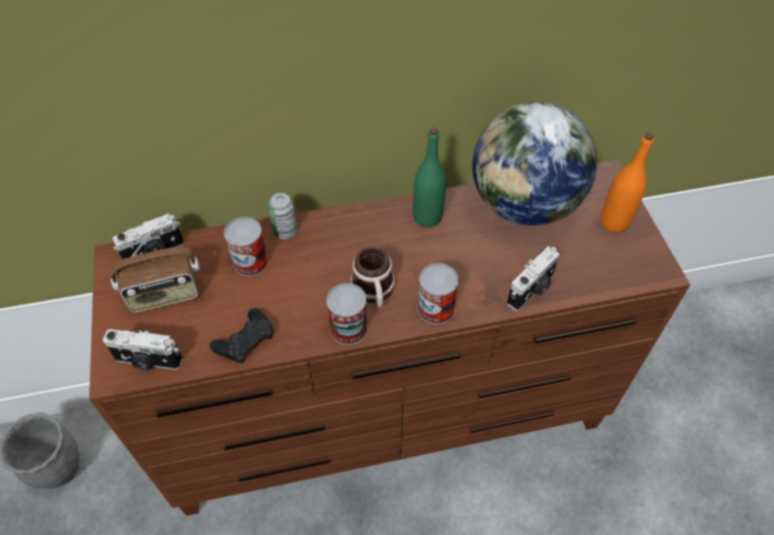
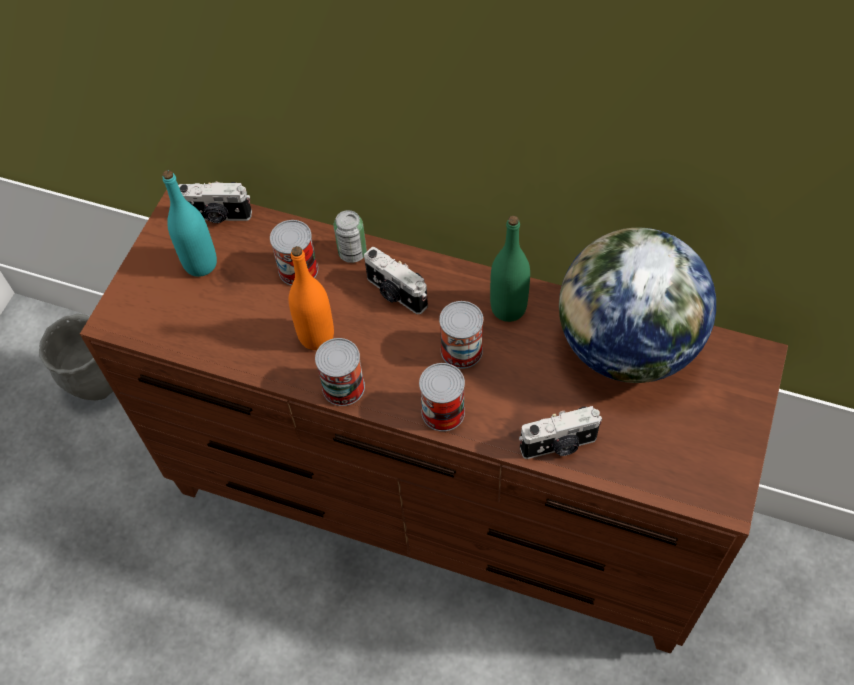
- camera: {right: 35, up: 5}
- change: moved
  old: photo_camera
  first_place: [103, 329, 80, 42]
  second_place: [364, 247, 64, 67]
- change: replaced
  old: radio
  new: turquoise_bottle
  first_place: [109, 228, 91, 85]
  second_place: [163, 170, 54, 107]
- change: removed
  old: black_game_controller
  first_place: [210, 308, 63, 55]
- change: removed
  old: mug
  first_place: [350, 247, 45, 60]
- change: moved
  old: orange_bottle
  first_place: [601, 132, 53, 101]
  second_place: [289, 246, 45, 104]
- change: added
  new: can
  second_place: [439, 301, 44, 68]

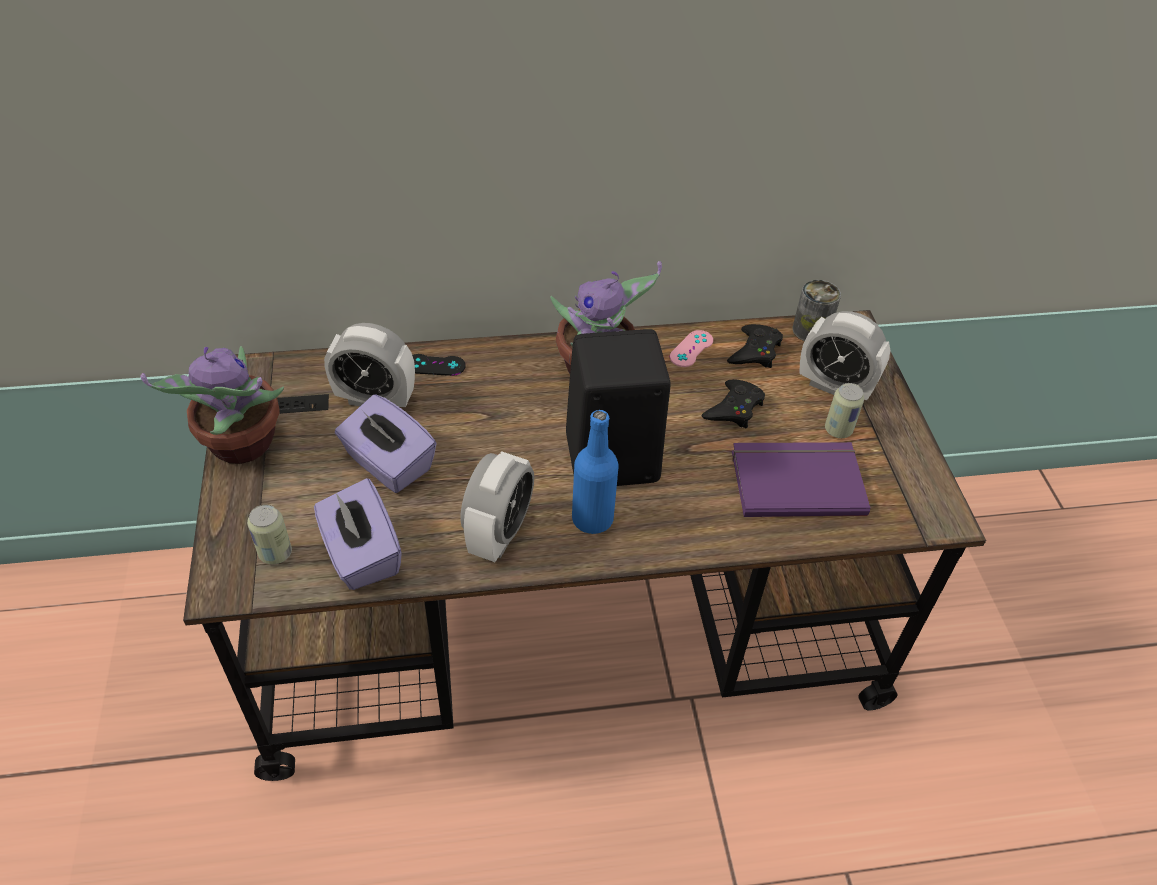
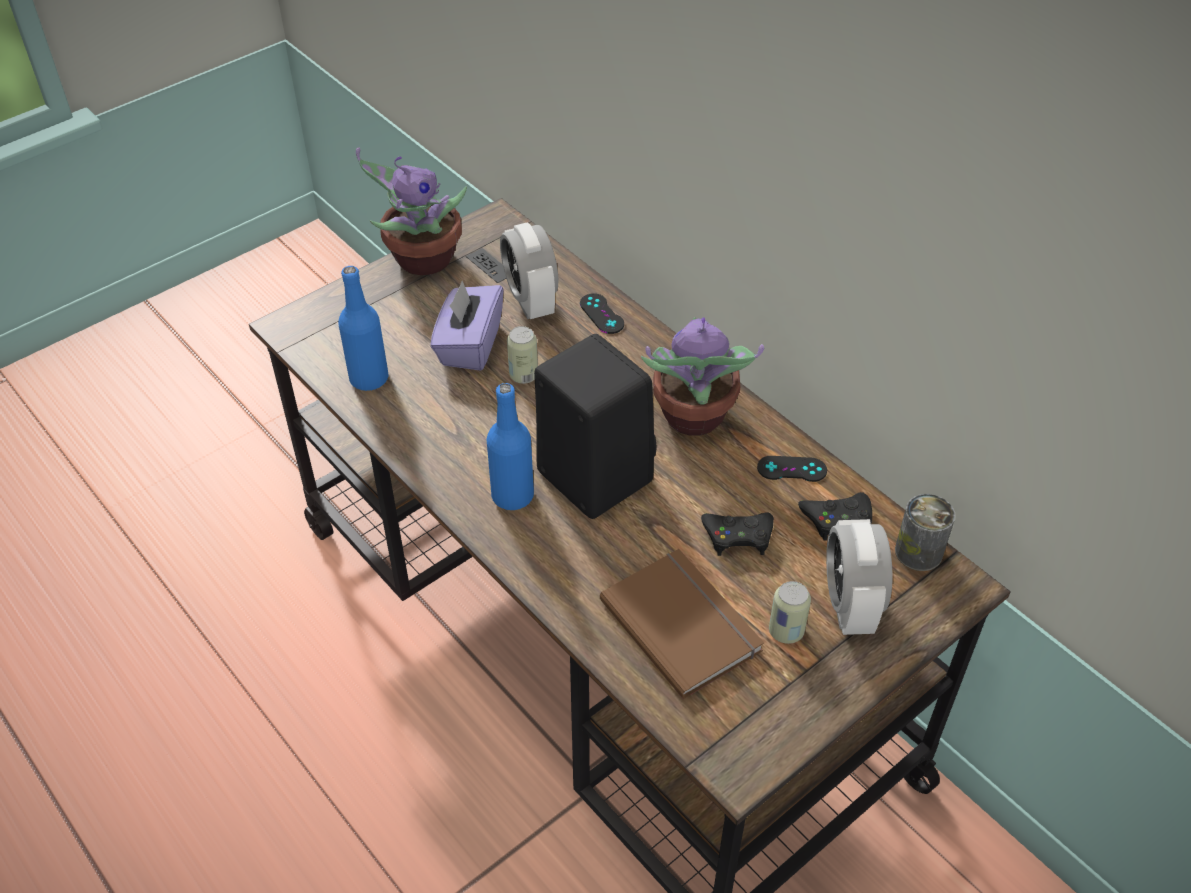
- camera: {right: 60, up: 0}
- change: moved
  old: can
  first_place: [247, 505, 45, 60]
  second_place: [507, 326, 31, 58]
- change: replaced
  old: purple_tissue_box
  new: blue_bottle
  first_place: [314, 478, 88, 112]
  second_place: [338, 266, 50, 125]
- change: removed
  old: alarm_clock
  first_place: [461, 451, 73, 111]
- change: recoloured
  old: pink_game_controller
  new: black_game_controller
  first_place: [670, 330, 43, 37]
  second_place: [757, 456, 70, 26]
- change: recoloured
  old: purple_book
  new: brown_book
  first_place: [732, 442, 138, 75]
  second_place: [600, 549, 164, 150]

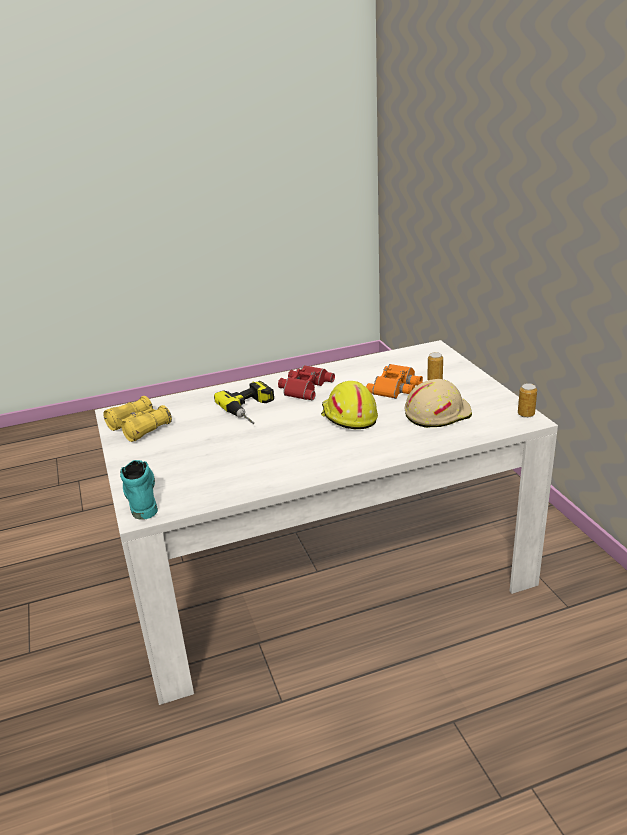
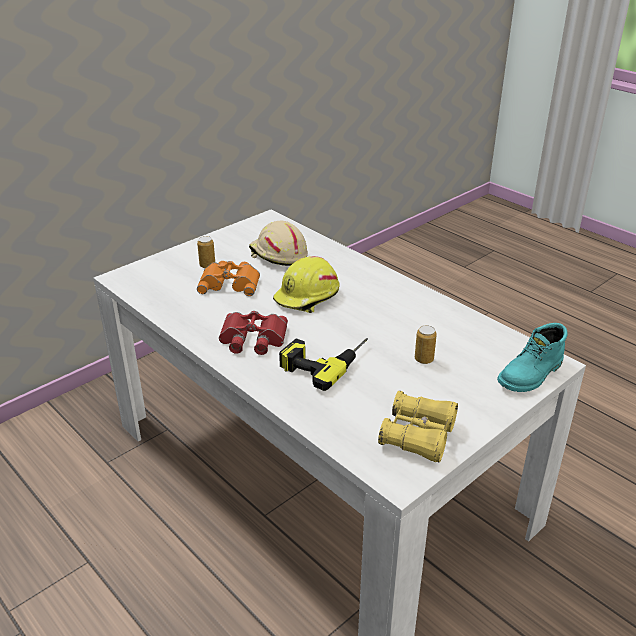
- camera: {right: -115, up: 5}
- change: moved
  old: can
  first_place: [518, 383, 19, 35]
  second_place: [415, 325, 22, 39]

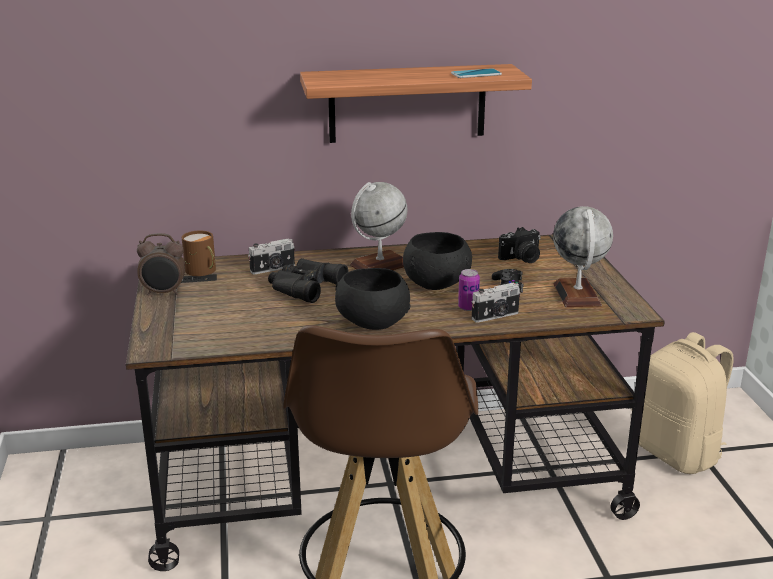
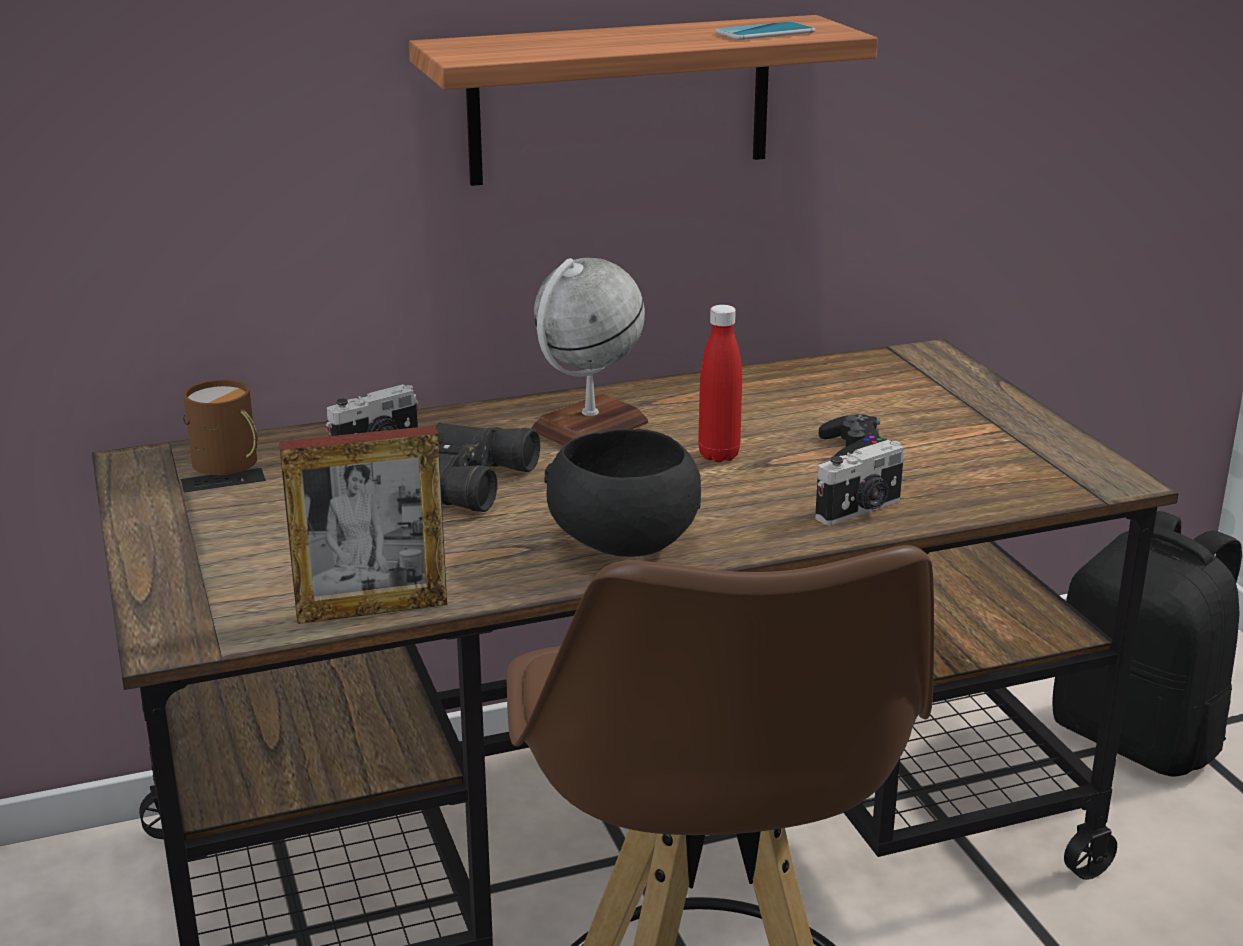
- camera: {right: -10, up: 0}
- change: removed
  old: alarm_clock
  first_place: [137, 233, 48, 63]
- change: replaced
  old: black_bowl
  new: red_bottle
  first_place: [403, 232, 69, 58]
  second_place: [698, 305, 44, 157]
- change: removed
  old: can
  first_place: [458, 269, 22, 42]
- change: removed
  old: photo_camera
  first_place: [498, 227, 43, 36]
- change: removed
  old: globe
  first_place: [553, 206, 60, 101]
- change: recoloured
  old: beige_backpack
  new: black_backpack
  first_place: [639, 332, 95, 142]
  second_place: [1052, 511, 190, 265]
- change: added
  new: picture_frame
  second_place: [279, 426, 168, 198]

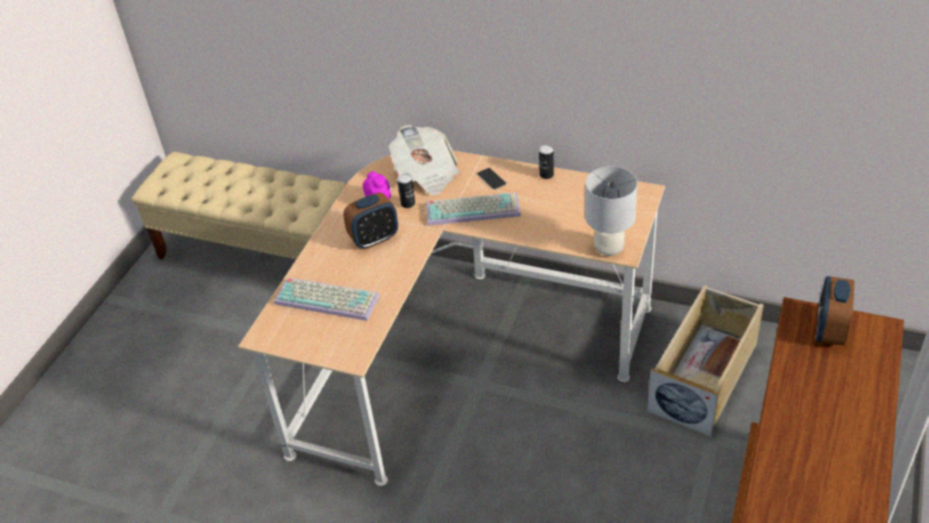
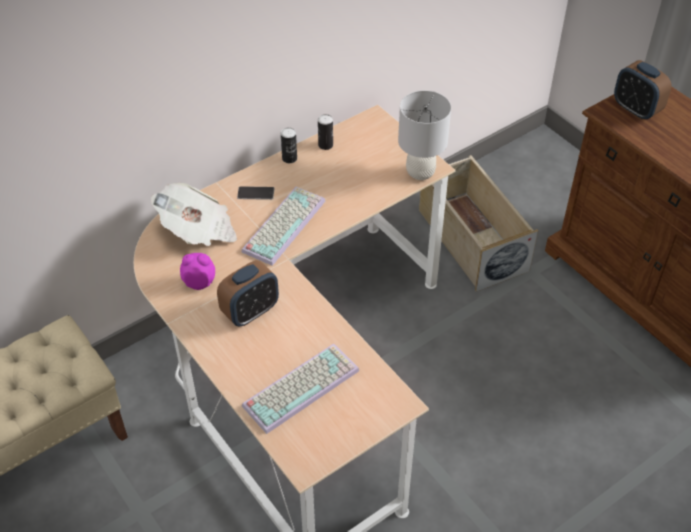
- camera: {right: -60, up: 5}
- change: turned
  old: alarm_clock
  first_place: [343, 193, 55, 56]
  second_place: [217, 260, 62, 67]
  degrees: 45
- change: moved
  old: can
  first_place: [397, 174, 18, 34]
  second_place: [318, 114, 15, 36]

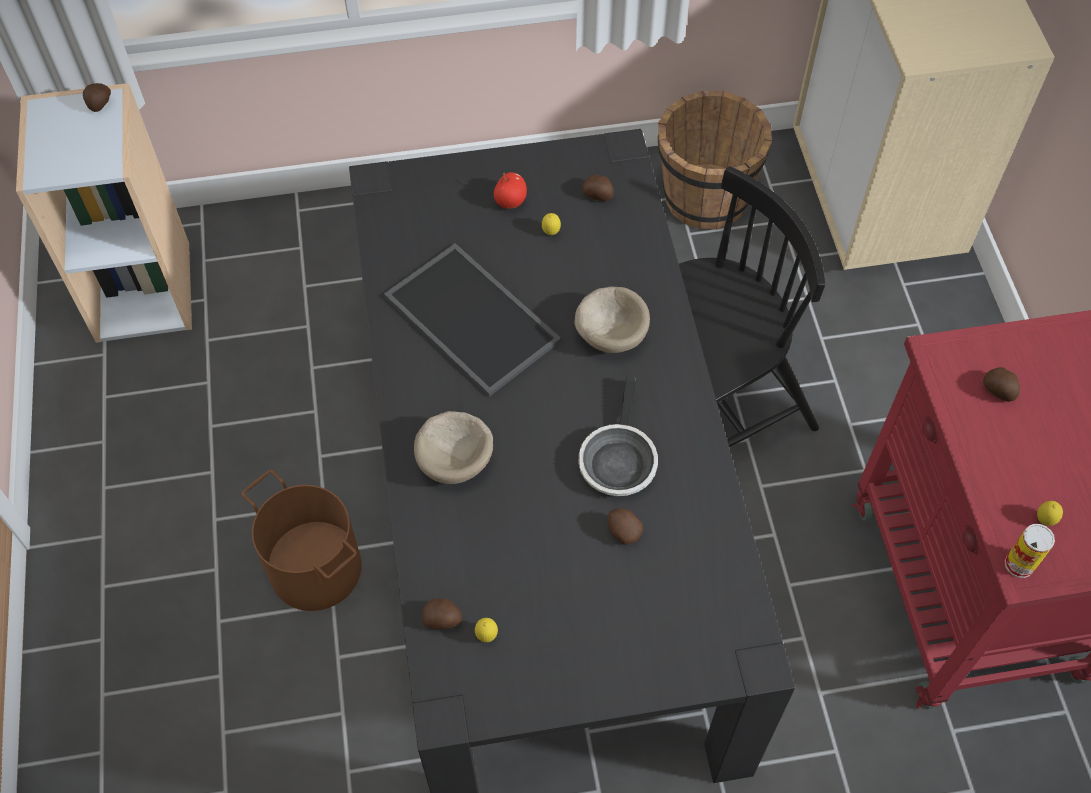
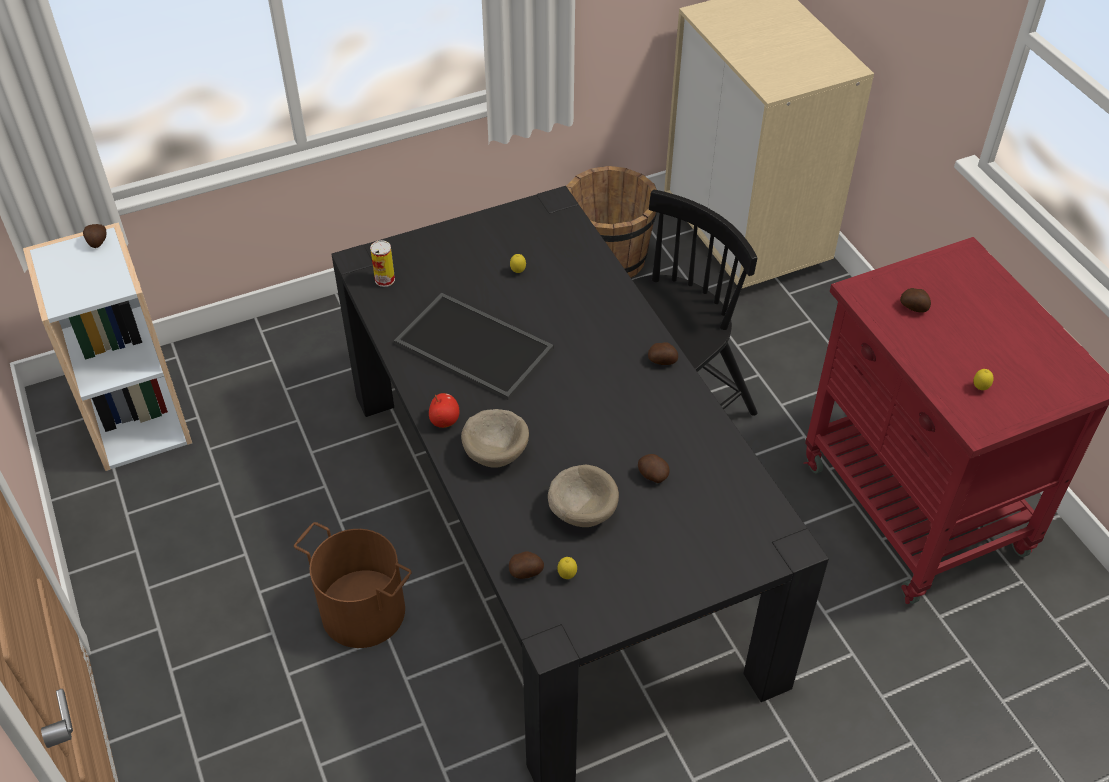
- camera: {right: -15, up: -10}
- change: moved
  old: apple
  first_place: [494, 172, 33, 37]
  second_place: [429, 393, 31, 35]
- change: moved
  old: beige_bowl
  first_place: [575, 287, 75, 66]
  second_place: [548, 465, 71, 62]
- change: removed
  old: frying_pan
  first_place: [578, 376, 80, 120]
- change: moved
  old: potato
  first_place: [582, 175, 32, 26]
  second_place: [648, 342, 30, 23]
- change: moved
  old: can
  first_place: [1005, 524, 50, 54]
  second_place: [370, 240, 25, 47]

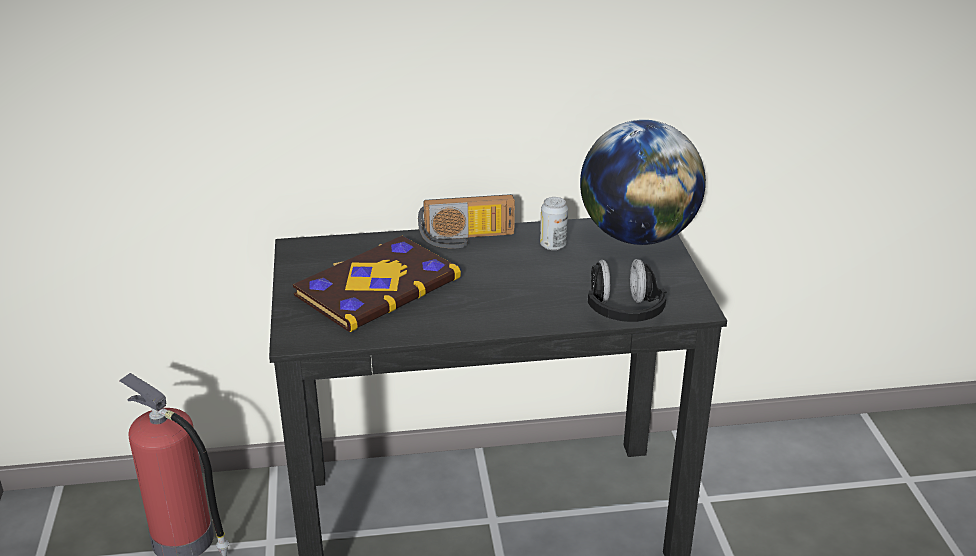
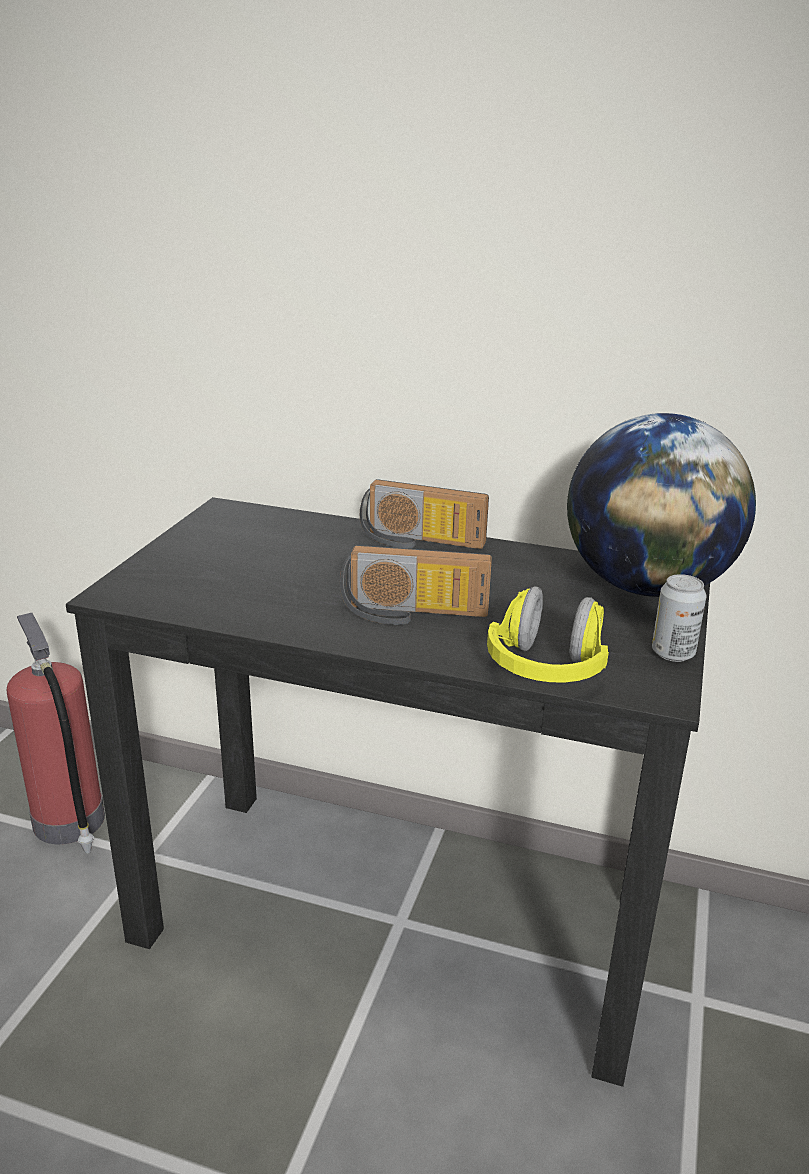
- camera: {right: 25, up: -5}
- change: removed
  old: book
  first_place: [293, 236, 168, 96]
- change: moved
  old: can
  first_place: [540, 197, 28, 53]
  second_place: [652, 574, 55, 88]
- change: recoloured
  old: black_headphones
  new: yellow_headphones
  first_place: [588, 259, 79, 63]
  second_place: [487, 586, 122, 96]
- change: added
  new: radio
  second_place: [340, 545, 152, 80]

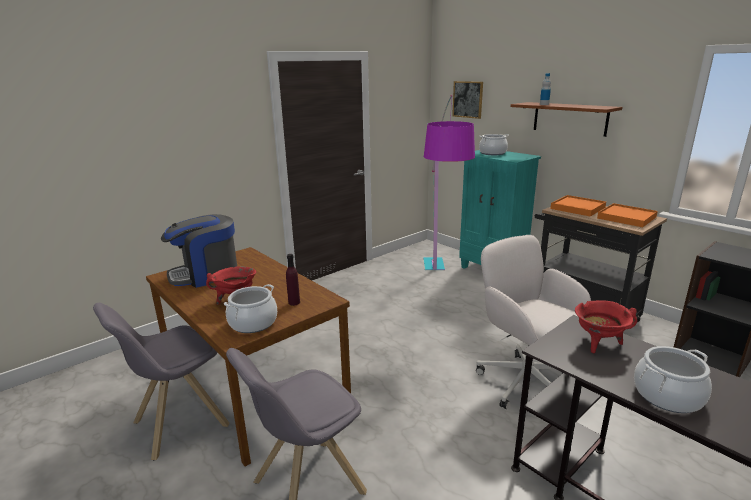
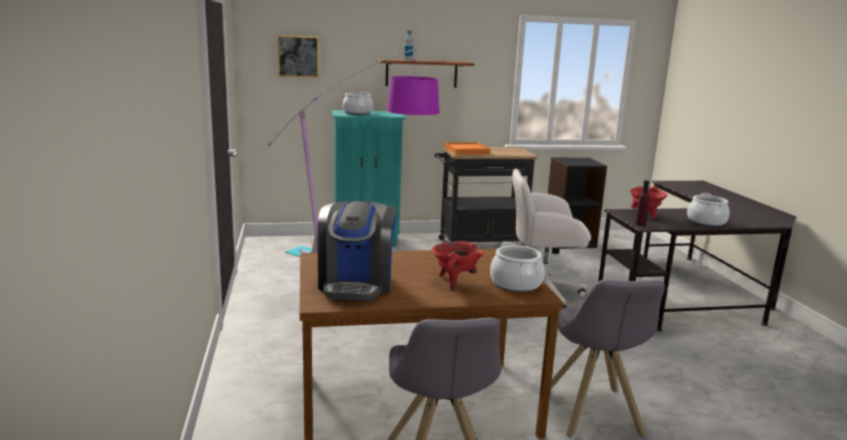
- camera: {right: -60, up: -5}
- change: moved
  old: purple_bottle
  first_place: [286, 254, 14, 52]
  second_place: [635, 180, 14, 46]
- change: removed
  old: orange_tray
  first_place: [597, 203, 61, 24]

